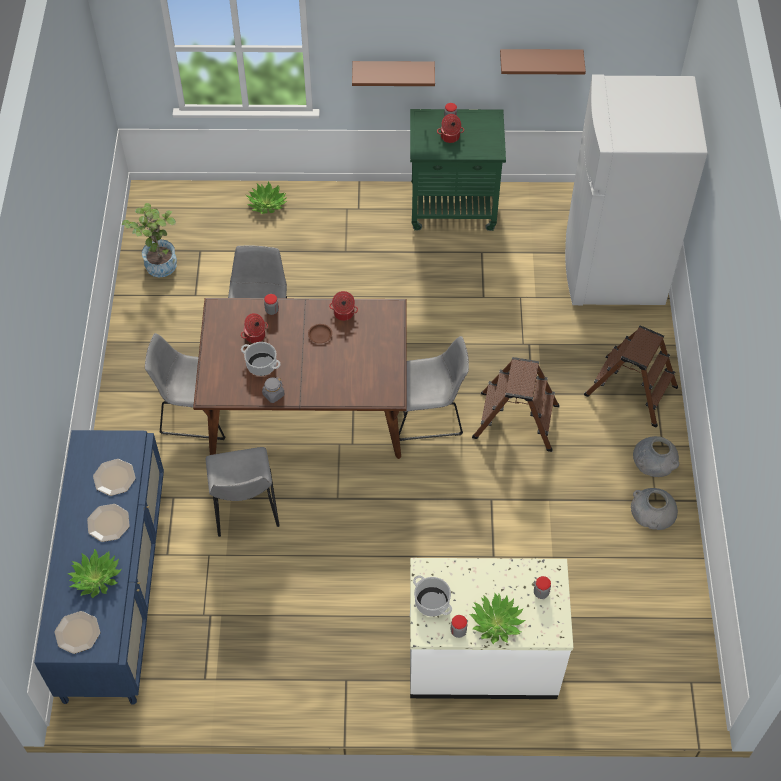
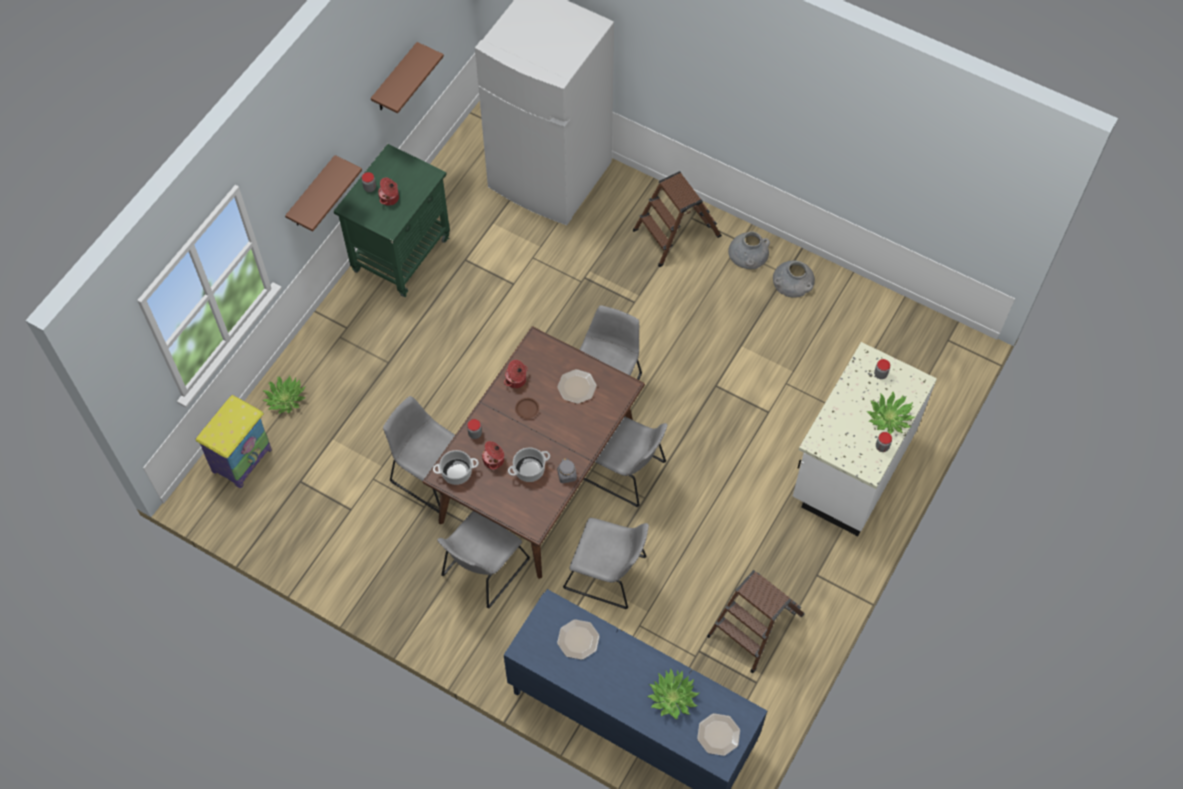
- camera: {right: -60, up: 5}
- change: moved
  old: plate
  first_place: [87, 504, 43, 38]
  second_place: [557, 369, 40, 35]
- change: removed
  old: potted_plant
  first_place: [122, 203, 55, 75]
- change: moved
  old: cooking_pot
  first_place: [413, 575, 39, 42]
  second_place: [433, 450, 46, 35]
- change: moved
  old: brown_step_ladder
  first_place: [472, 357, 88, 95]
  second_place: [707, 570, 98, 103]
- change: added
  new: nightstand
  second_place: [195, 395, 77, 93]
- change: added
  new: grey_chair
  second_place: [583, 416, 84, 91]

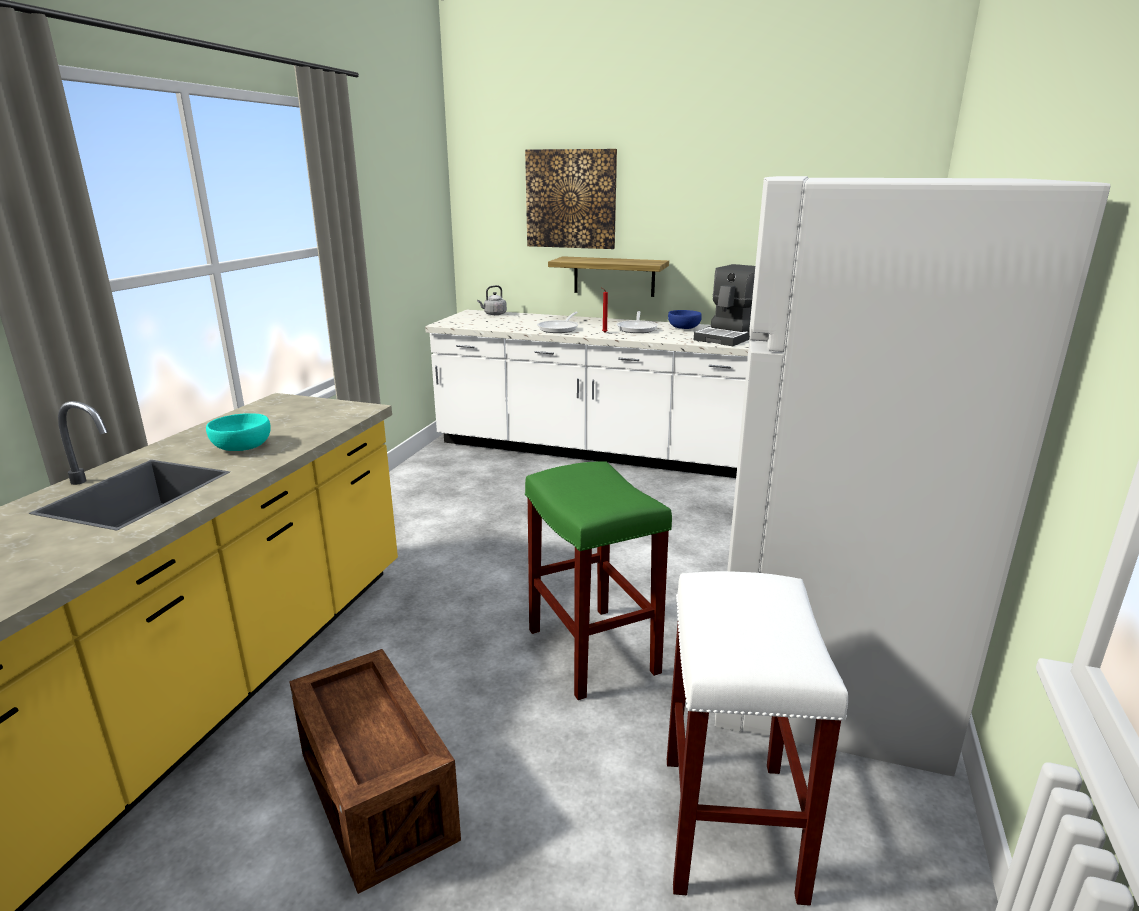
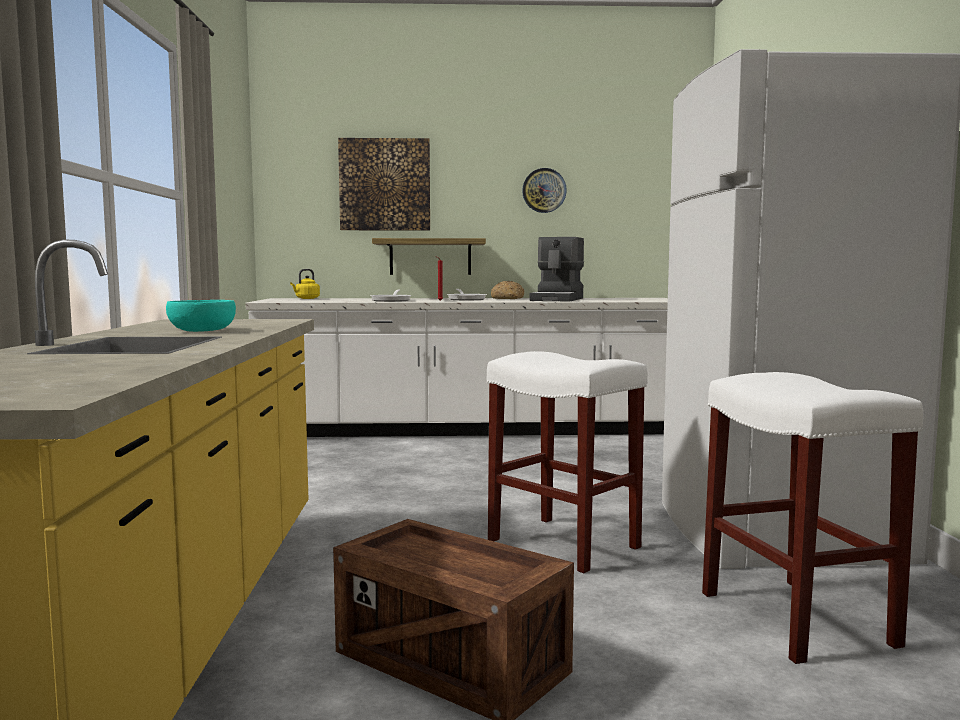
- camera: {right: -20, up: -15}
- change: recoloured
  old: grey_kettle
  new: yellow_kettle
  first_place: [477, 285, 30, 30]
  second_place: [290, 269, 30, 30]
- change: recoloured
  old: green_stool
  new: white_stool
  first_place: [525, 461, 147, 239]
  second_place: [487, 351, 161, 222]
- change: replaced
  old: blue_bowl
  new: bread
  first_place: [668, 310, 34, 19]
  second_place: [491, 281, 33, 18]
- change: added
  new: wall_clock
  second_place: [522, 168, 45, 45]

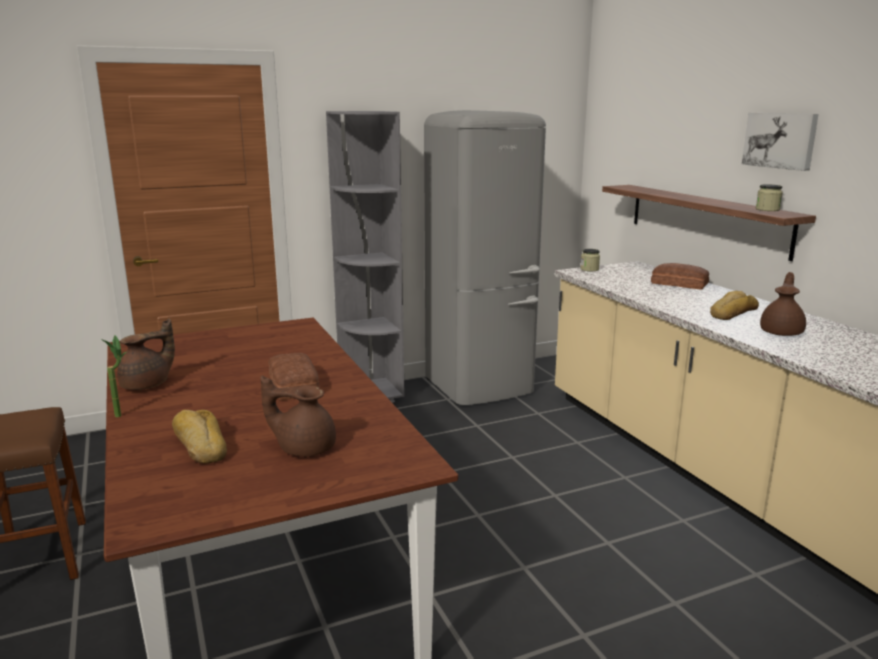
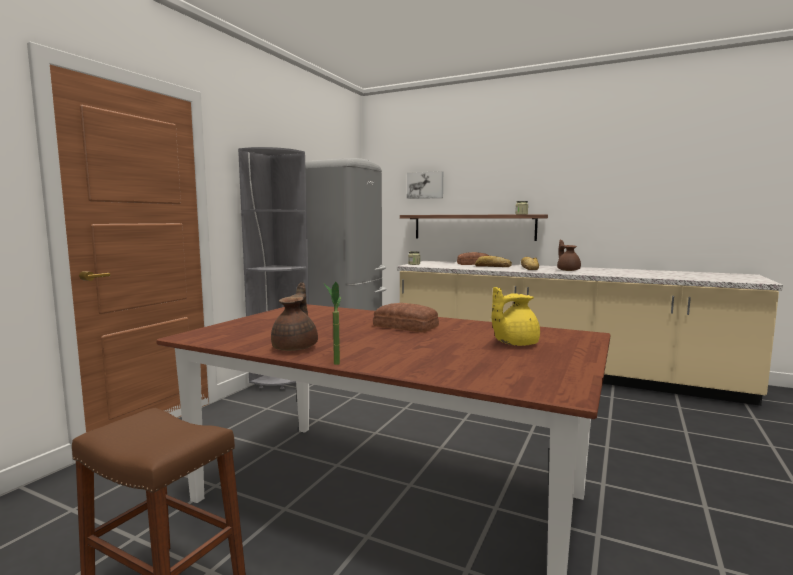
- camera: {right: -40, up: -10}
- change: moved
  old: bread
  first_place: [172, 410, 55, 54]
  second_place: [475, 256, 37, 11]
- change: recoloured
  old: brown_teapot
  new: yellow_teapot
  first_place: [260, 376, 76, 81]
  second_place: [492, 287, 48, 59]
- change: moved
  old: picture
  first_place: [742, 113, 77, 58]
  second_place: [407, 171, 36, 28]

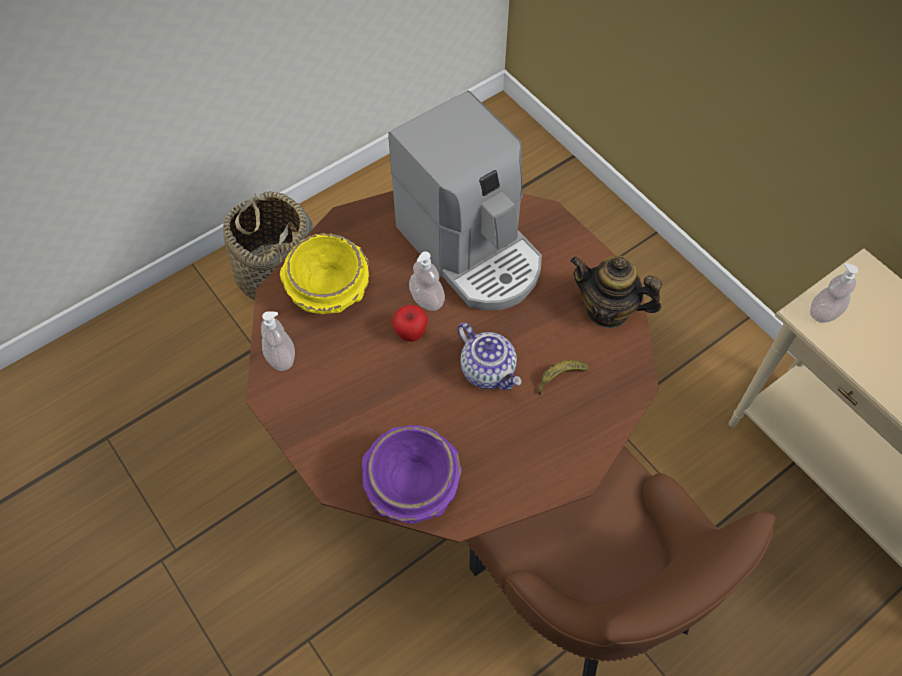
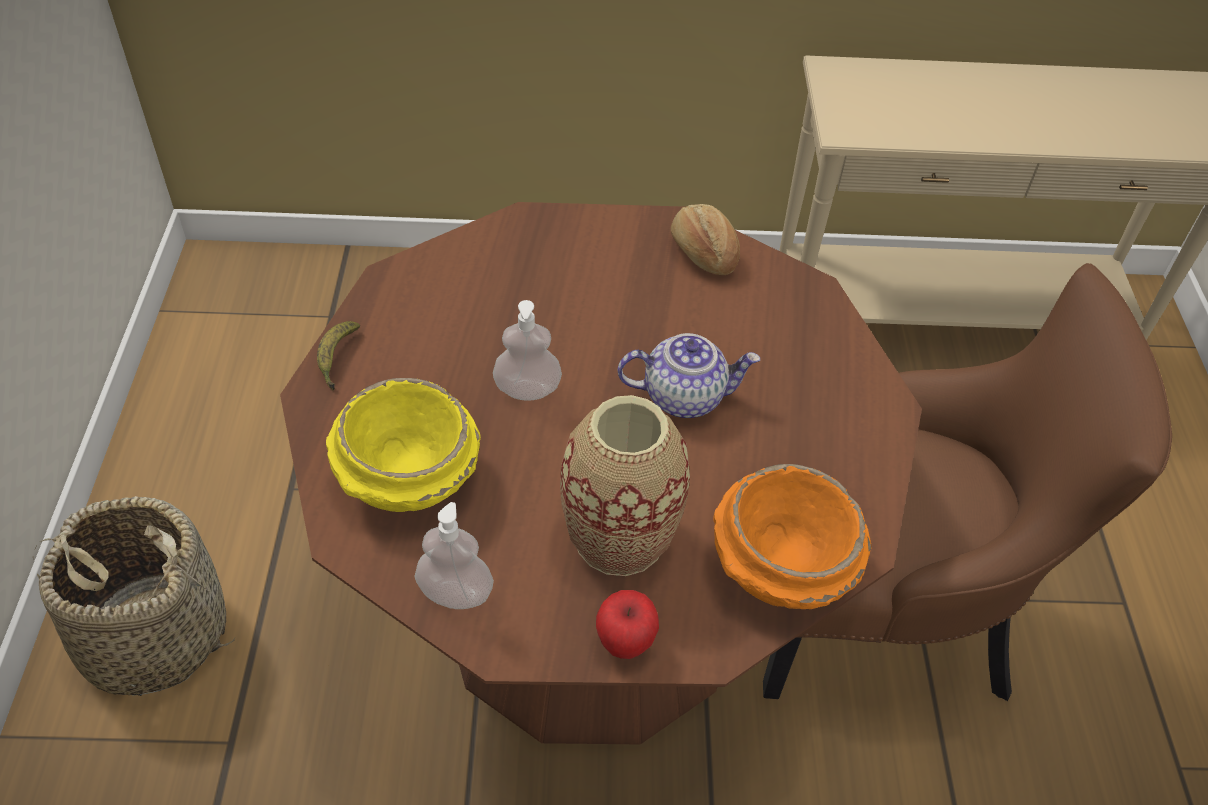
- camera: {right: -55, up: -10}
- change: recoloured
  old: purple_bowl
  new: orange_bowl
  first_place: [362, 425, 100, 99]
  second_place: [713, 464, 159, 145]
- change: removed
  old: coffee_machine
  first_place: [388, 90, 154, 220]
- change: moved
  old: apple
  first_place: [392, 305, 36, 37]
  second_place: [596, 590, 63, 69]
- change: moved
  old: banana
  first_place: [538, 360, 51, 35]
  second_place: [317, 321, 43, 69]
- change: replaced
  old: teapot
  new: bread
  first_place: [570, 255, 92, 73]
  second_place: [670, 204, 70, 71]
- change: removed
  old: soap_dispenser
  first_place: [810, 263, 48, 60]
- change: added
  new: vase
  second_place: [560, 395, 130, 181]

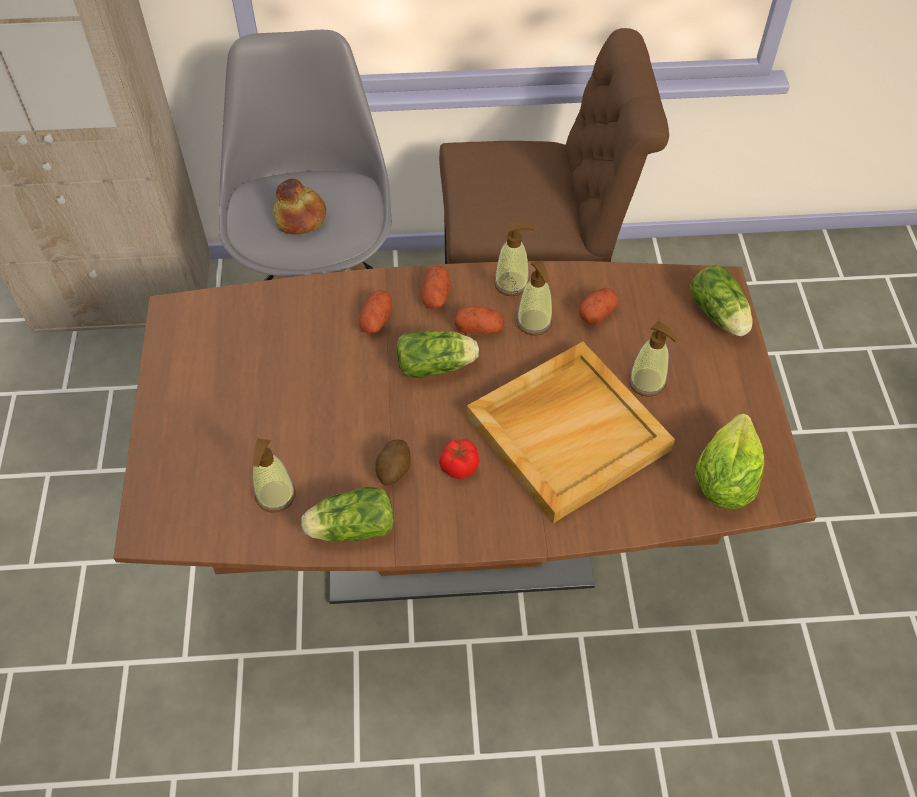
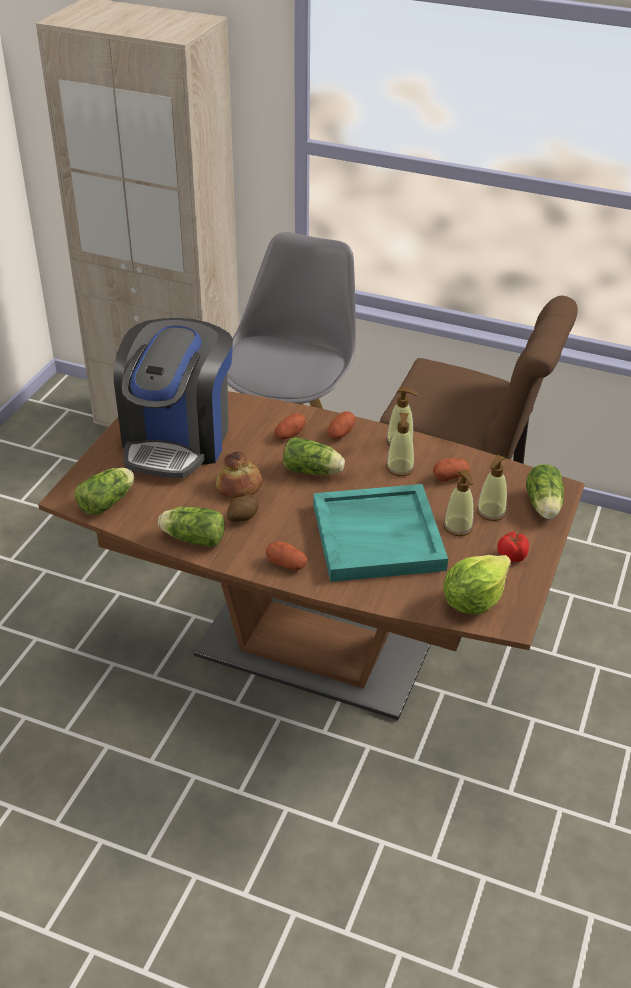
- camera: {right: 25, up: -15}
- change: moved
  old: soap_dispenser
  first_place: [253, 438, 43, 75]
  second_place: [477, 455, 30, 66]
- change: moved
  old: bread
  first_place: [273, 179, 54, 55]
  second_place: [216, 452, 46, 47]
- change: moved
  old: tomato
  first_place: [439, 439, 40, 40]
  second_place: [498, 531, 31, 31]
- change: moved
  old: potato
  first_place: [455, 306, 50, 28]
  second_place: [266, 541, 41, 29]
- change: recoloured
  old: beige_tray
  new: turquoise_tray
  first_place: [467, 342, 208, 181]
  second_place: [313, 484, 135, 98]
- change: added
  new: lettuce
  second_place: [74, 468, 60, 47]
- change: added
  new: coffee_machine
  second_place: [113, 318, 120, 160]

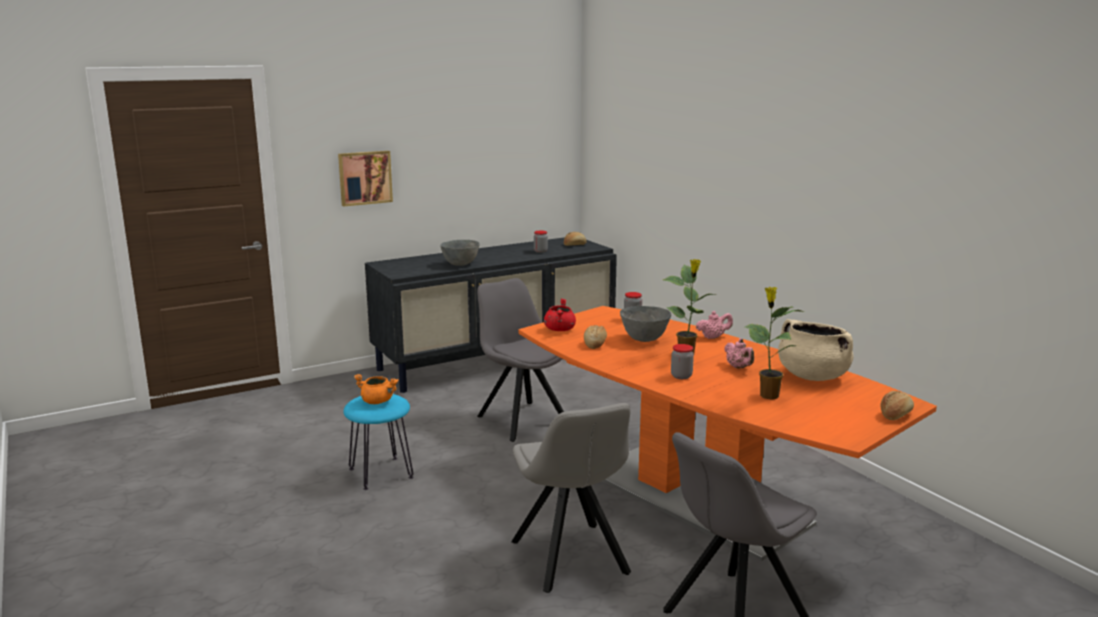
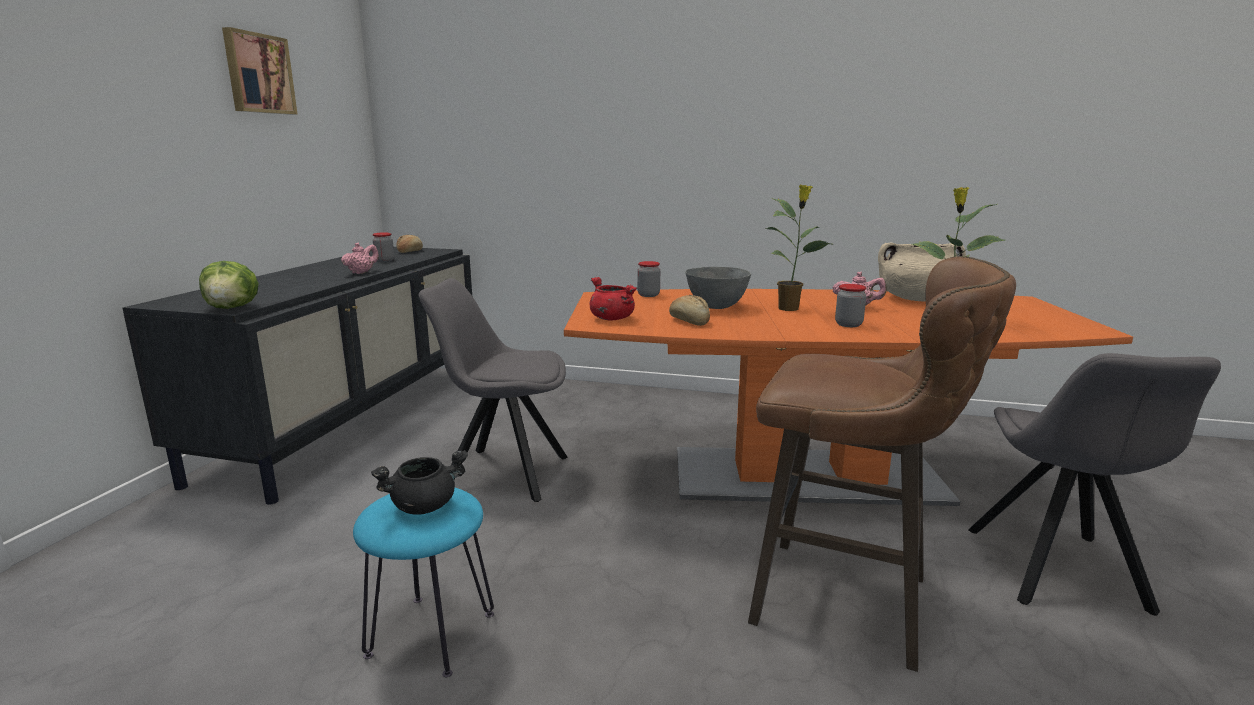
- camera: {right: -45, up: 0}
- change: moved
  old: picture
  first_place: [338, 151, 55, 55]
  second_place: [222, 27, 75, 88]
- change: recoloured
  old: orange_cooking_pot
  new: black_cooking_pot
  first_place: [353, 374, 46, 30]
  second_place: [371, 450, 97, 65]
- change: removed
  old: grey_bowl
  first_place: [440, 240, 40, 26]
- change: replaced
  old: grey_chair
  new: brown_stool
  first_place: [511, 403, 120, 190]
  second_place: [748, 256, 268, 416]
- change: moved
  old: pink_teapot
  first_place: [696, 311, 37, 28]
  second_place: [341, 243, 38, 31]
- change: removed
  old: bread
  first_place: [881, 391, 33, 29]
- change: added
  new: lettuce
  second_place: [199, 261, 59, 48]

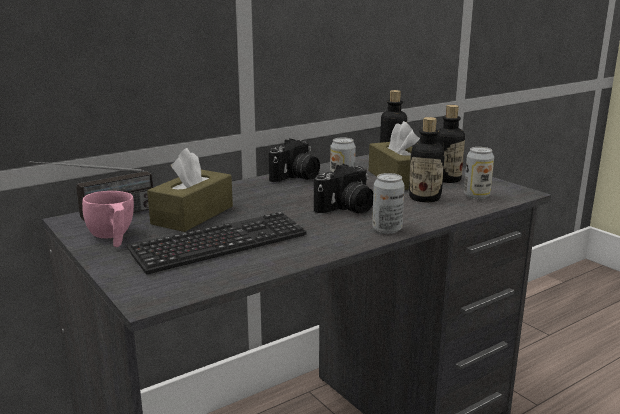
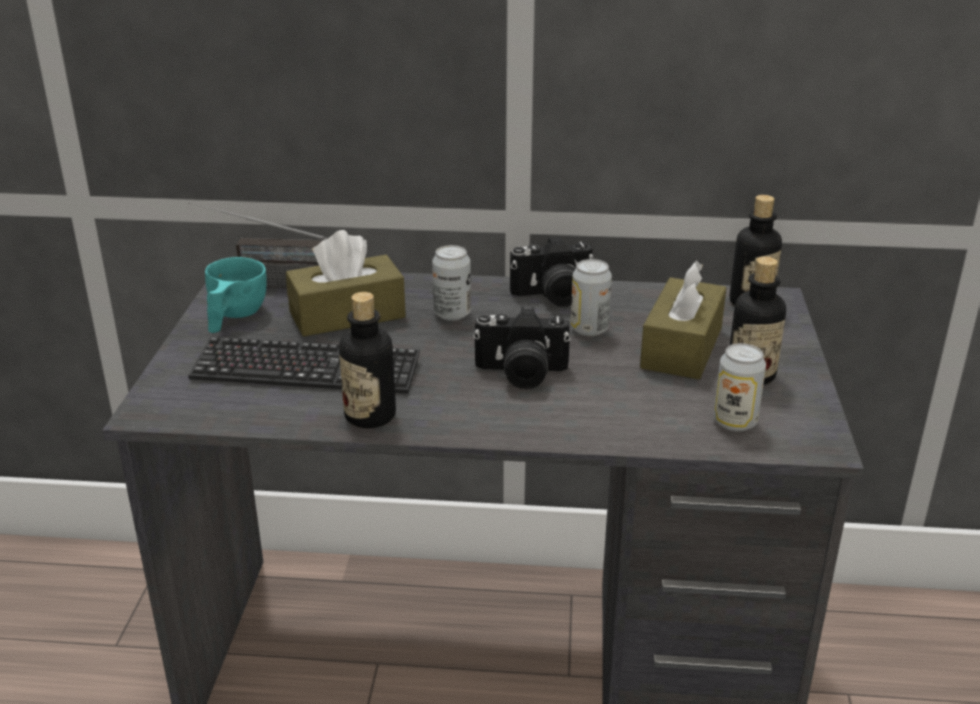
- camera: {right: 40, up: 10}
- change: recoloured
  old: pink_cup
  new: turquoise_cup
  first_place: [82, 191, 52, 56]
  second_place: [205, 257, 62, 76]
- change: moved
  old: can
  first_place: [372, 173, 33, 61]
  second_place: [432, 245, 39, 76]
- change: moved
  old: bottle
  first_place: [409, 117, 36, 85]
  second_place: [339, 292, 57, 136]

